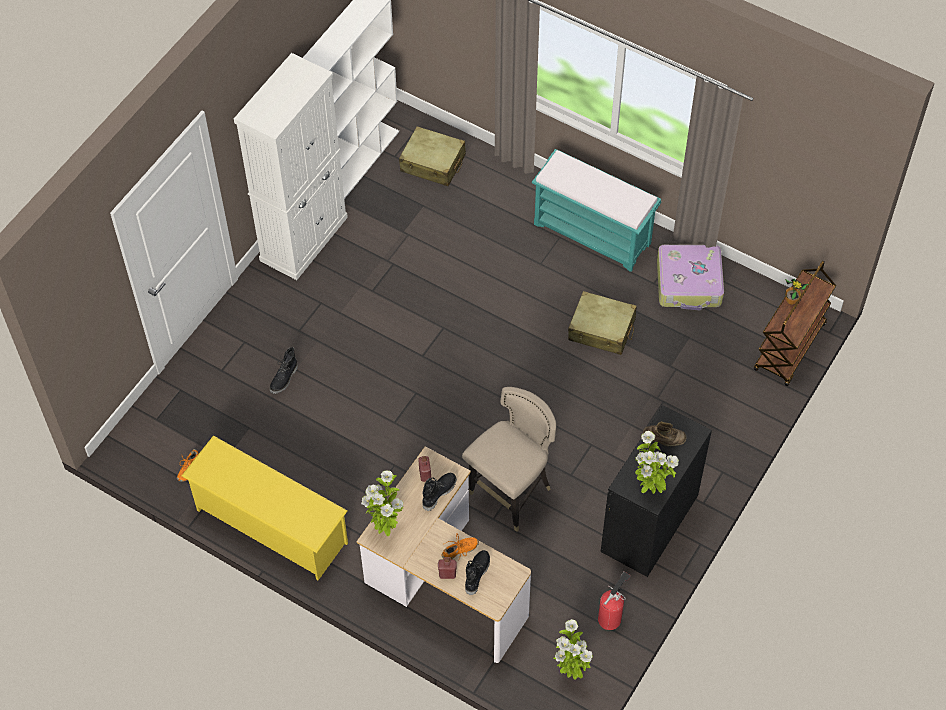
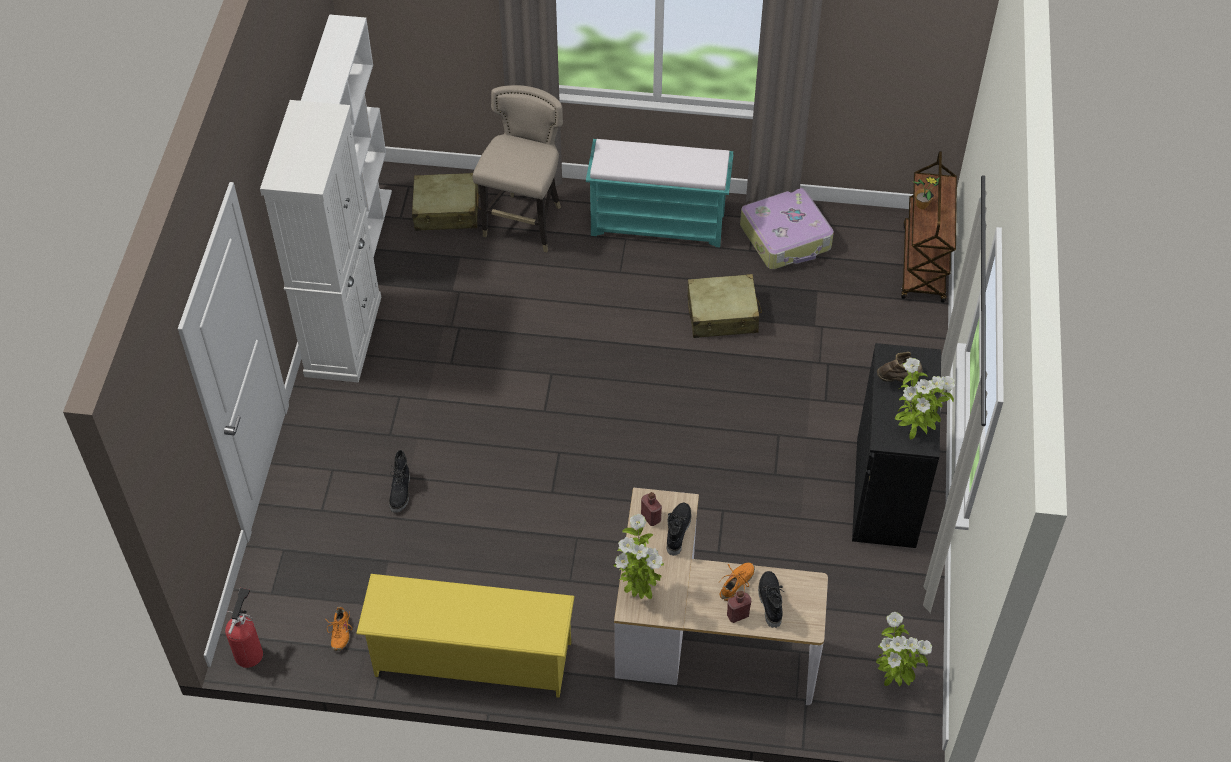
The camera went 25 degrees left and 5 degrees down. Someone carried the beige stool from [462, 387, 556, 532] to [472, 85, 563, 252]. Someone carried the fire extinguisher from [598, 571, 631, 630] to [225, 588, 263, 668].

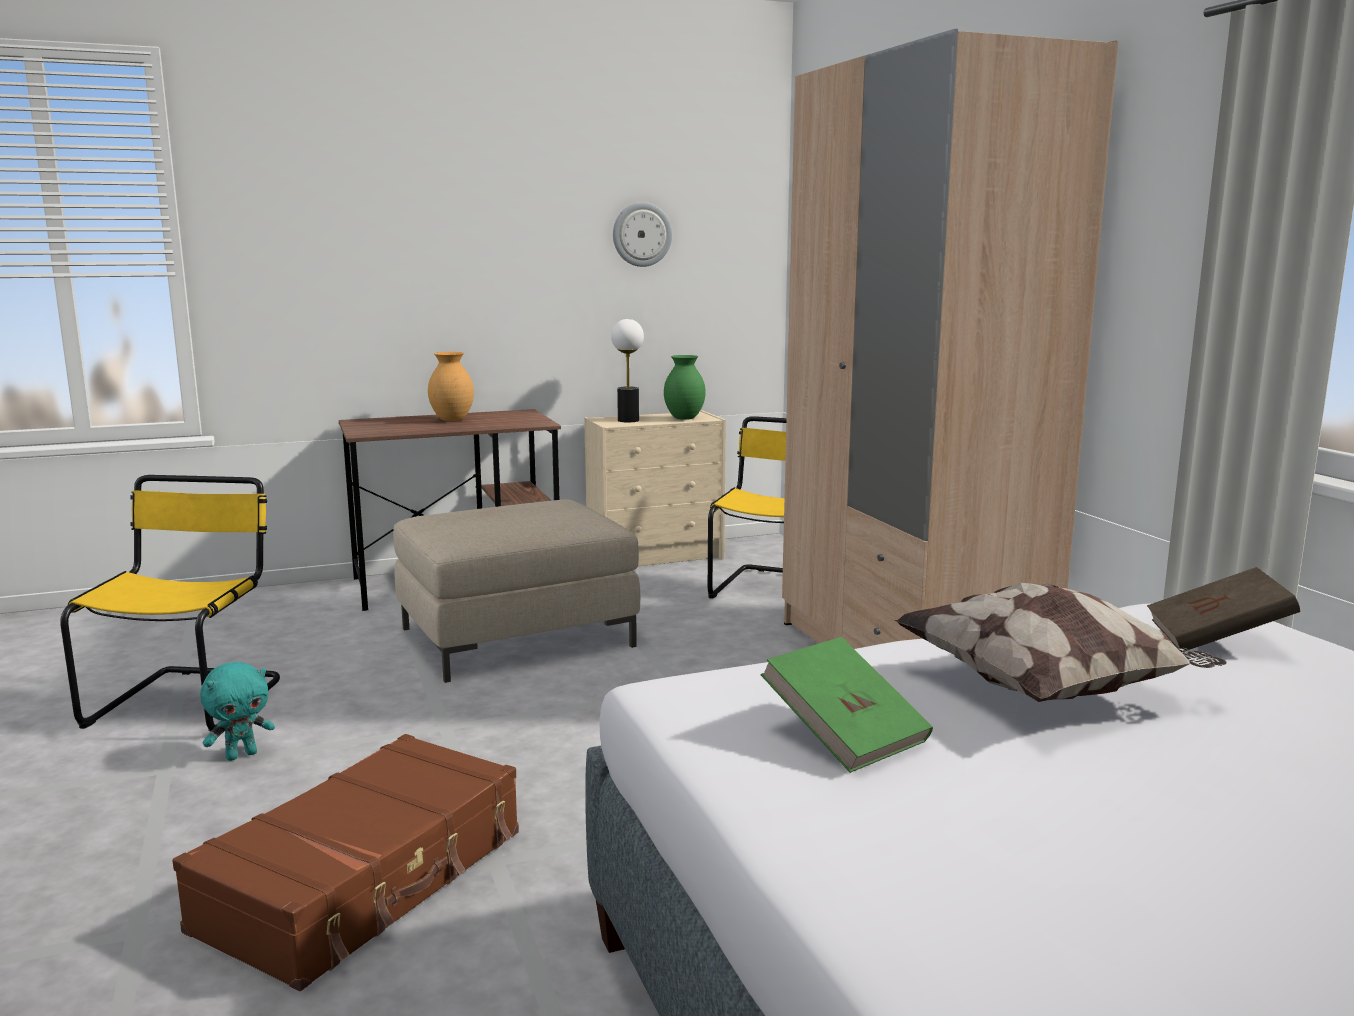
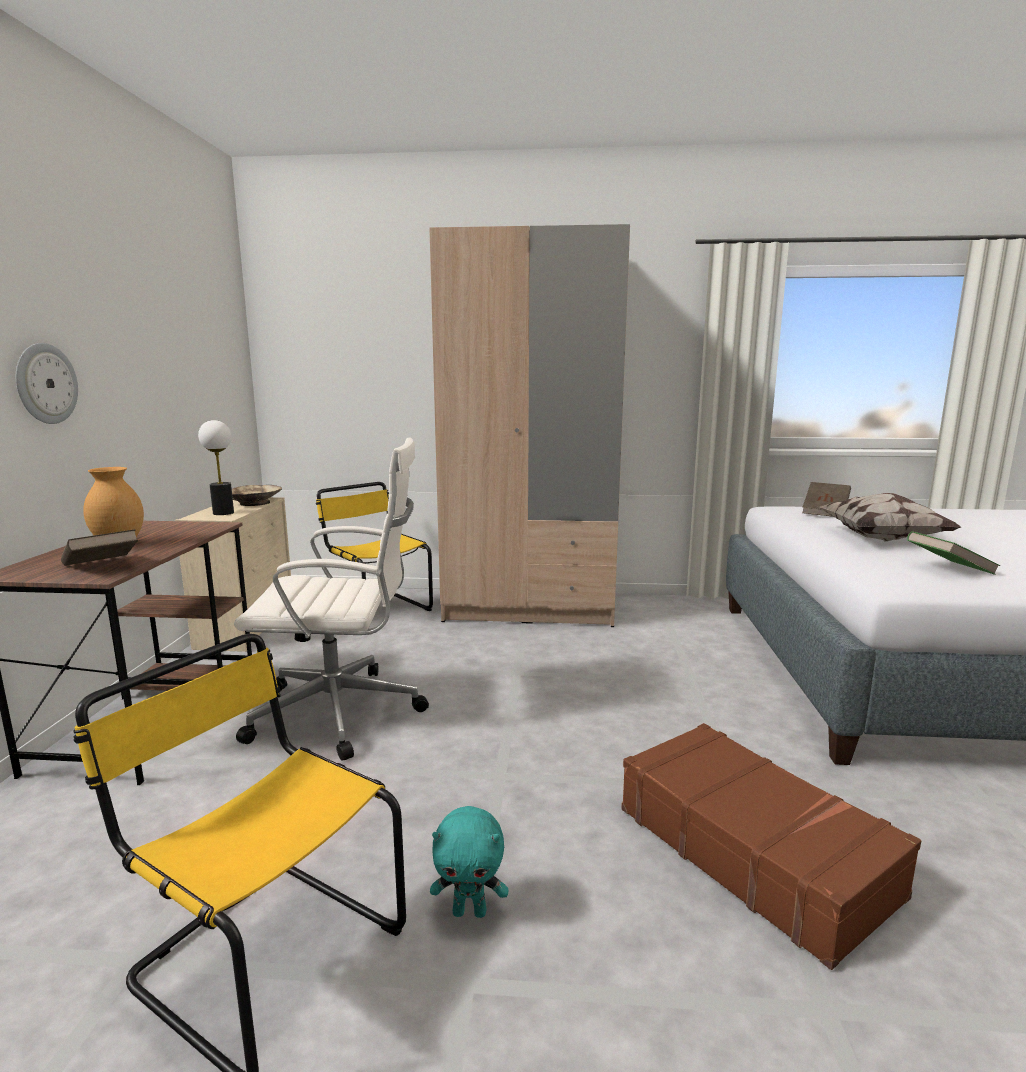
The camera went 65 degrees left and 0 degrees up. Someone carried the wall clock from [613, 202, 672, 267] to [16, 343, 78, 424]. Someone swapped the green vase at [664, 355, 706, 420] for the beige bowl at [232, 485, 282, 506]. Someone swapped the beige ottoman at [393, 500, 640, 683] for the white office chair at [234, 437, 429, 761]. Someone rotated the turquoise plush toy at [200, 662, 275, 761] by 105 degrees clockwise. Someone put down the brown book at [61, 529, 138, 566].

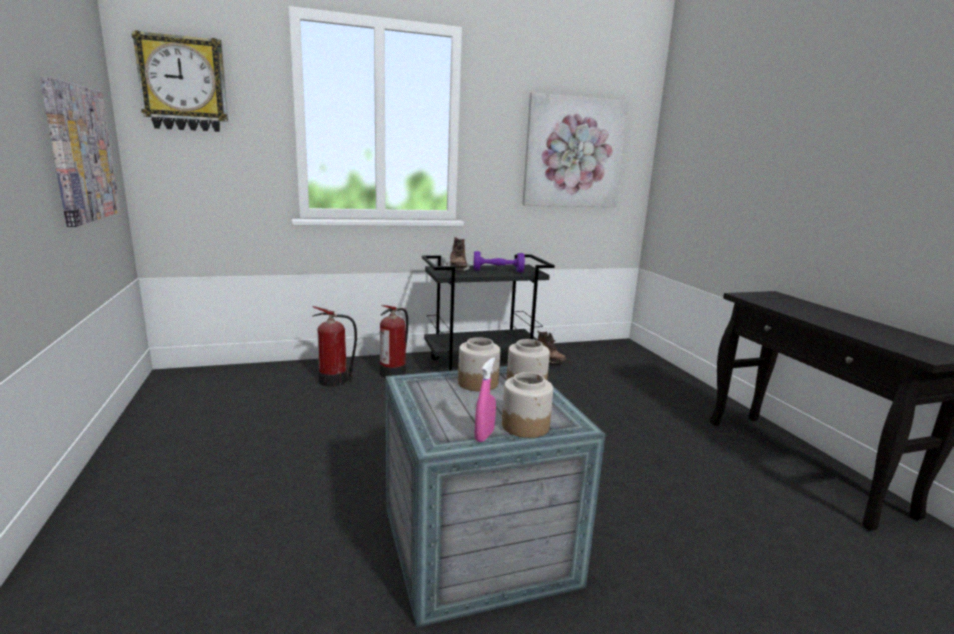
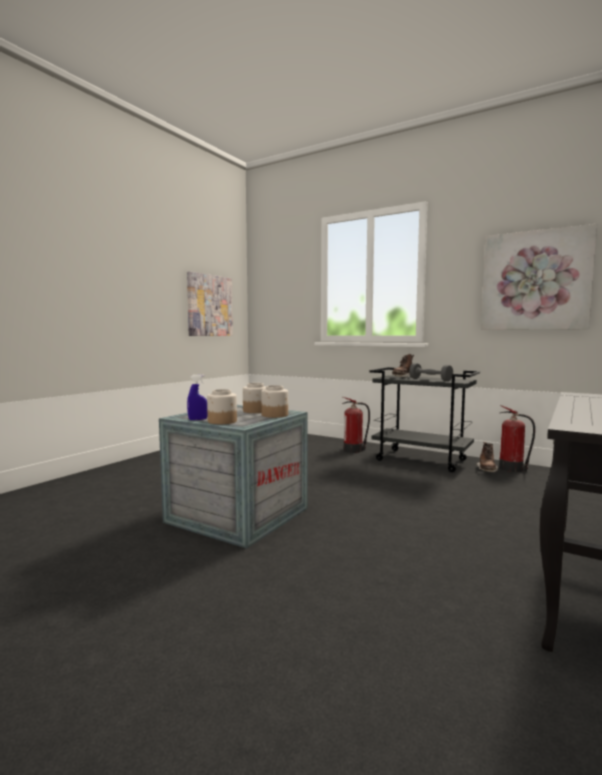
The camera went 50 degrees right and 10 degrees down. Someone took away the wall clock at [132, 30, 228, 132]. Someone repainted the purple dumbbell at [473, 251, 525, 272], which became the grey dumbbell at [409, 363, 453, 381]. Someone carried the fire extinguisher from [312, 306, 357, 387] to [499, 405, 535, 472]. Someone repainted the pink spray bottle at [475, 357, 496, 442], which became the blue spray bottle at [187, 374, 207, 420].

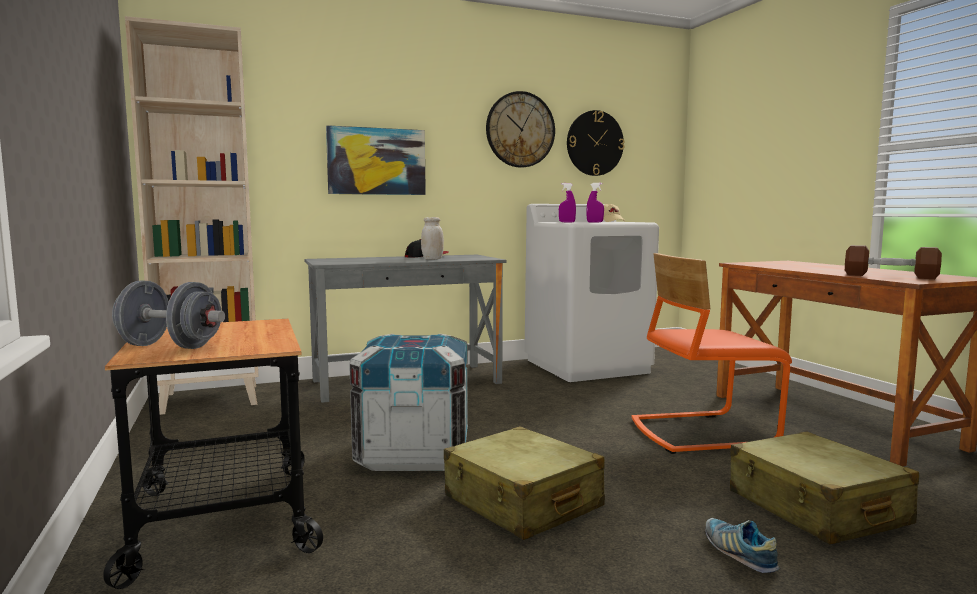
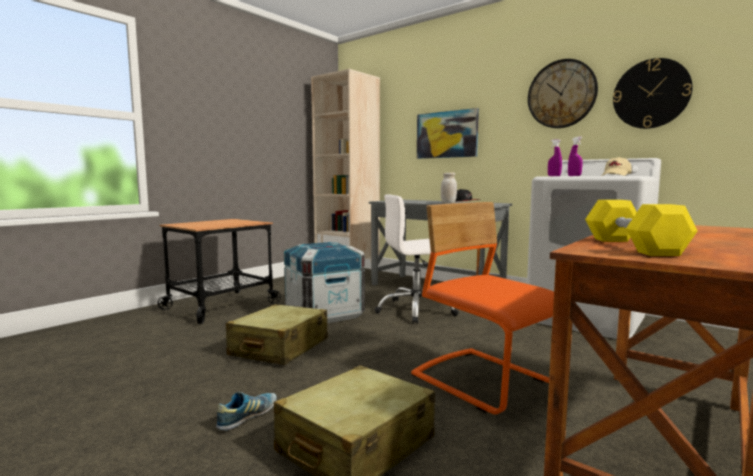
The camera went 60 degrees right and 0 degrees up. Someone repainted the brown dumbbell at [845, 245, 942, 279], which became the yellow dumbbell at [585, 200, 698, 256]. Someone took away the grey dumbbell at [112, 281, 225, 349]. Someone put down the white office chair at [374, 195, 459, 324].

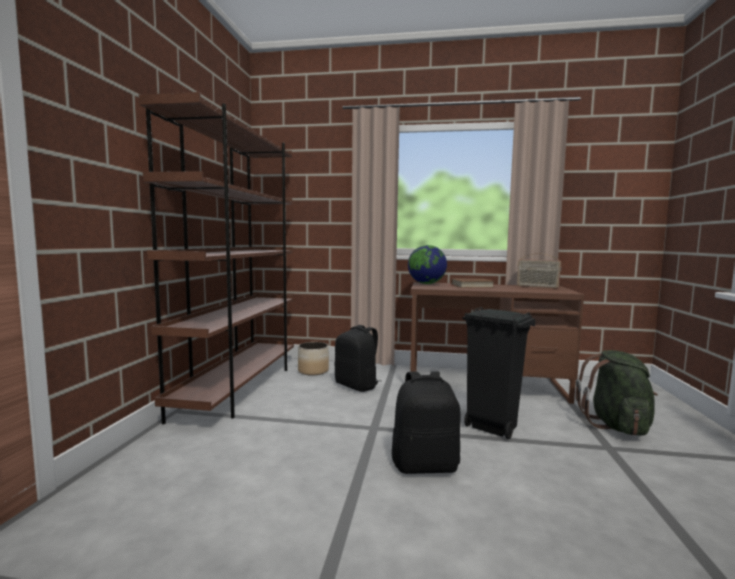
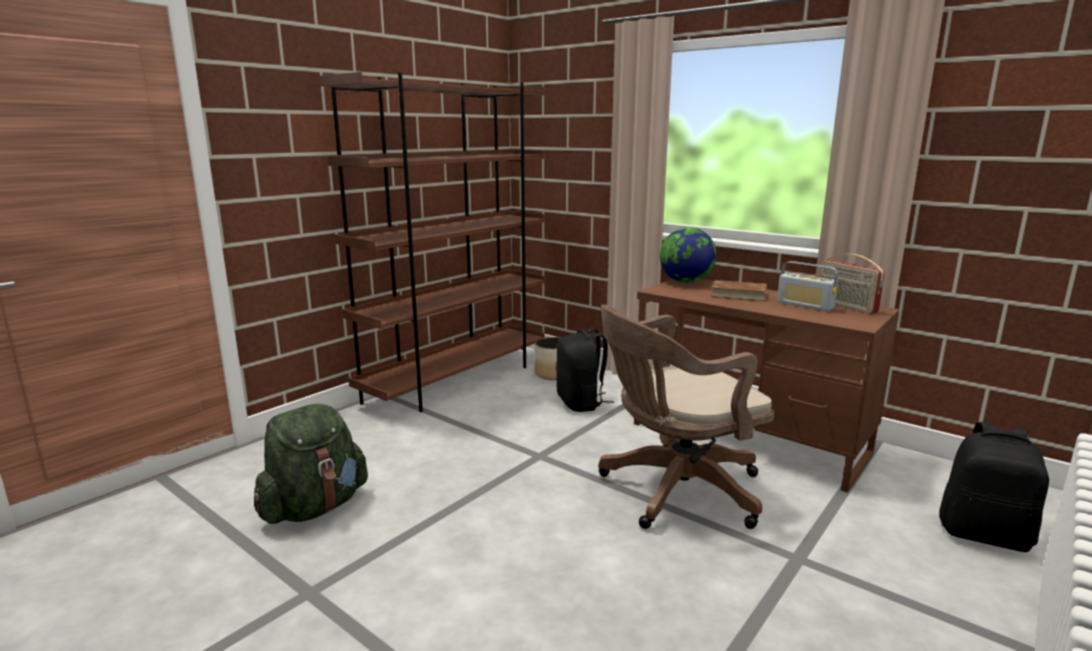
The camera went 30 degrees right and 10 degrees up. Someone swapped the black trash can at [462, 307, 536, 439] for the brown office chair at [599, 305, 774, 529]. Someone carried the green backpack from [576, 350, 658, 435] to [254, 403, 368, 524]. Someone carried the black backpack from [392, 371, 460, 474] to [939, 422, 1049, 552]. Someone put down the radio at [777, 261, 838, 312].

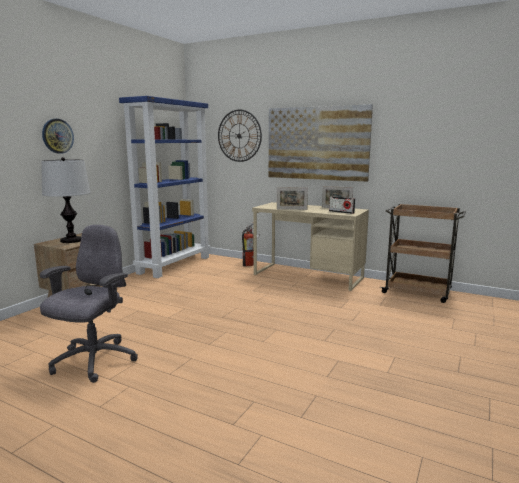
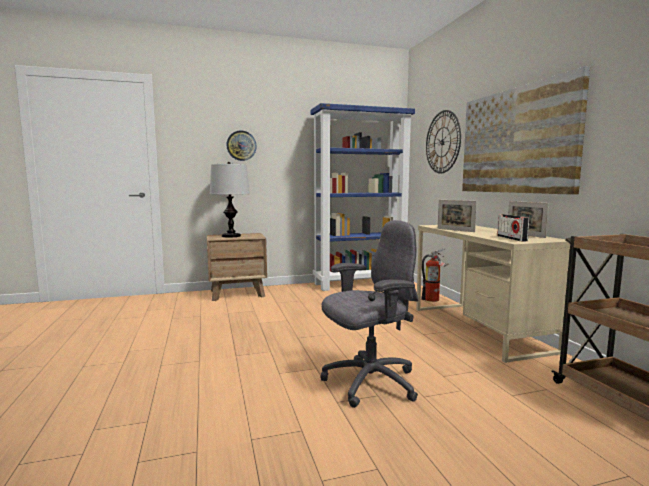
The camera went 45 degrees right and 5 degrees down. Someone carried the grey office chair from [40, 225, 138, 383] to [321, 220, 418, 408].

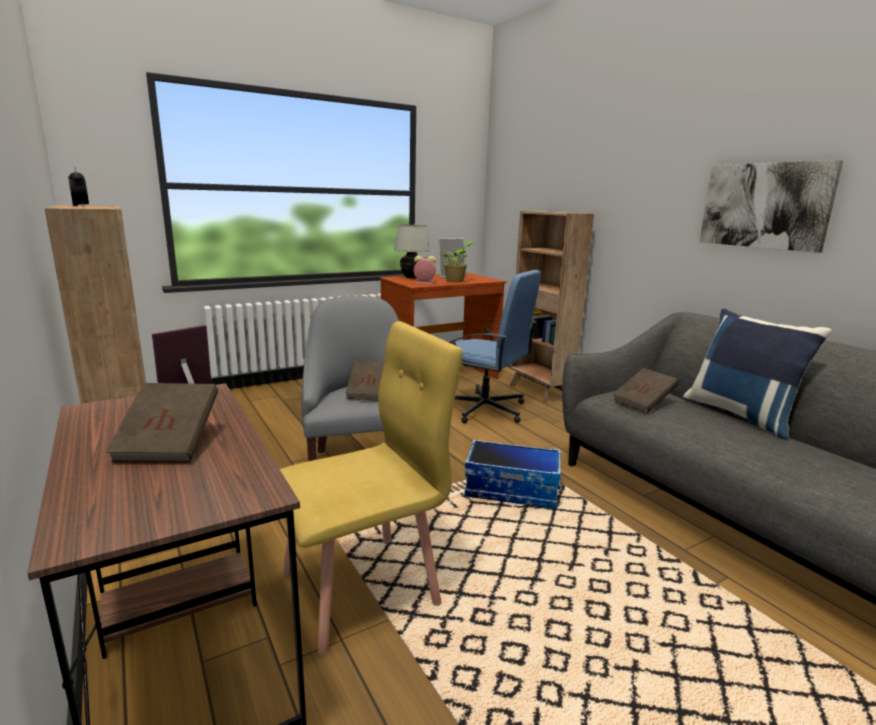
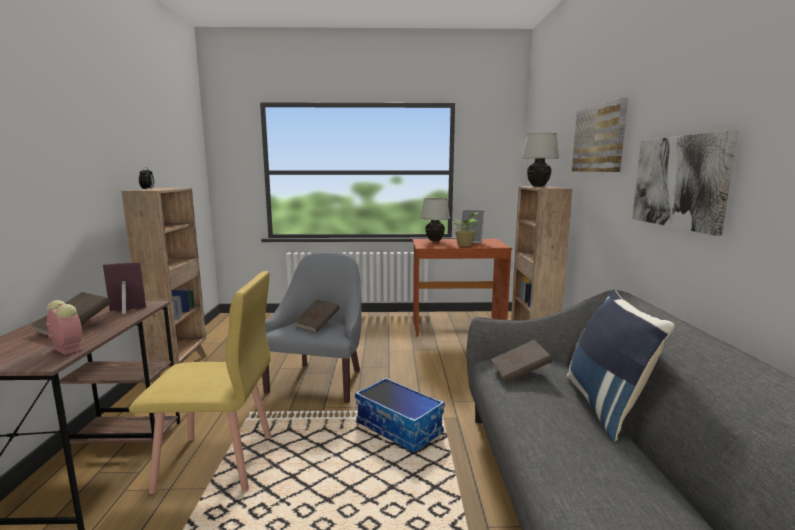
The camera went 30 degrees right and 5 degrees down. Someone carried the alarm clock from [414, 255, 436, 284] to [46, 300, 82, 355]. Someone took away the blue office chair at [449, 270, 541, 424]. Someone put up the picture at [572, 98, 628, 172]. Someone put down the white table lamp at [521, 133, 559, 187].

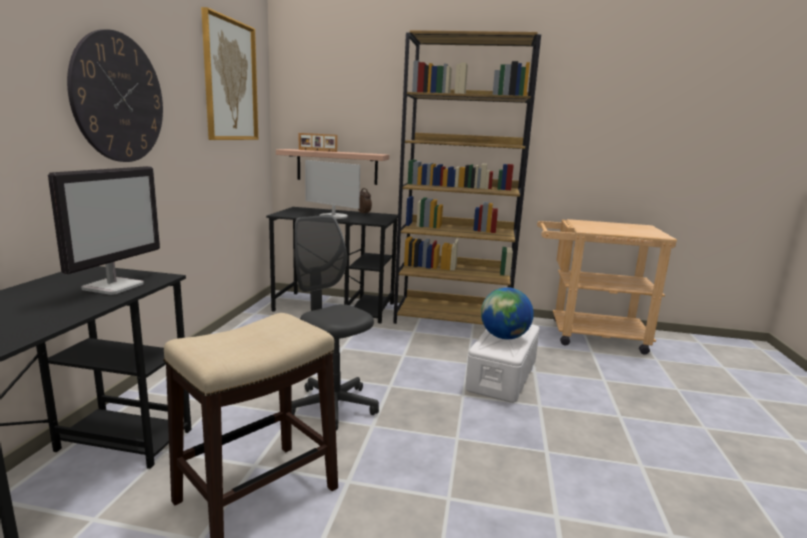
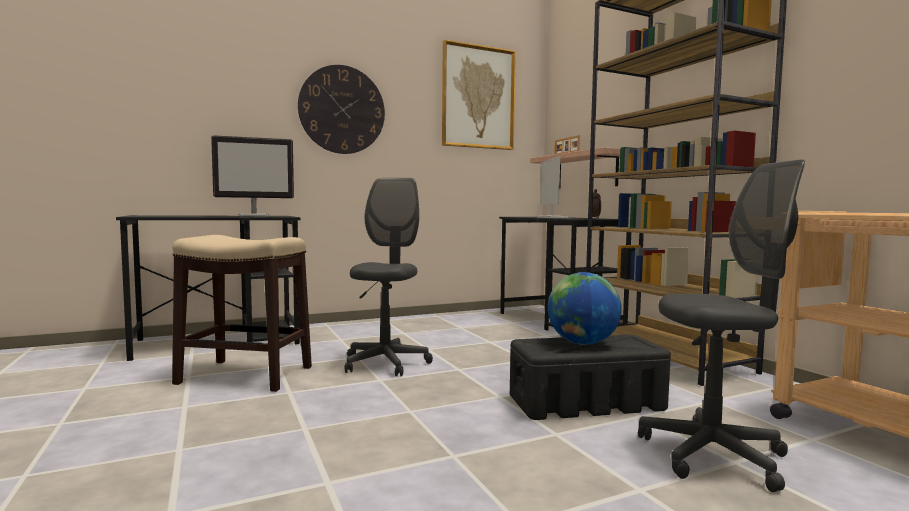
The camera went 55 degrees right and 10 degrees down. Someone repainted the white storage box at [465, 324, 540, 403], which became the black storage box at [510, 335, 671, 420]. Someone put down the grey office chair at [638, 159, 805, 492].

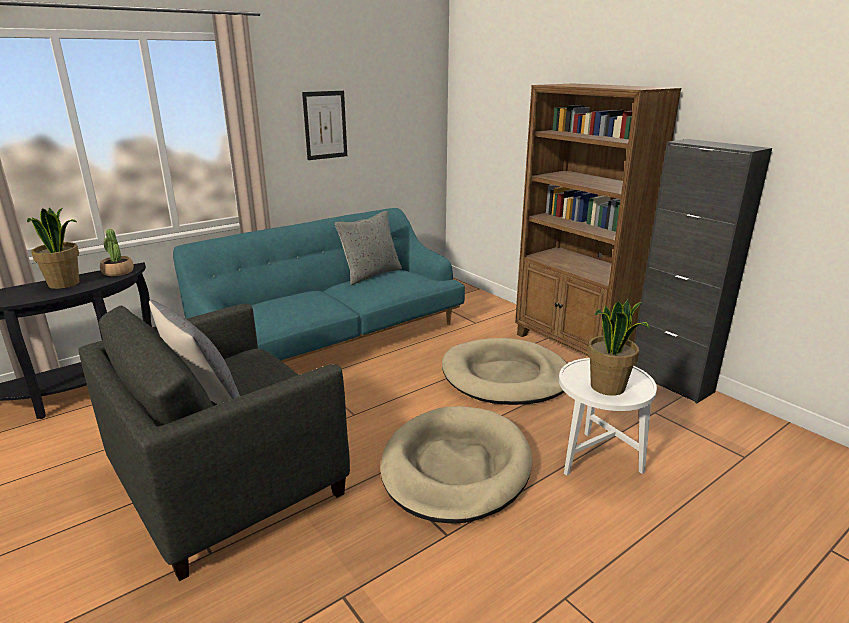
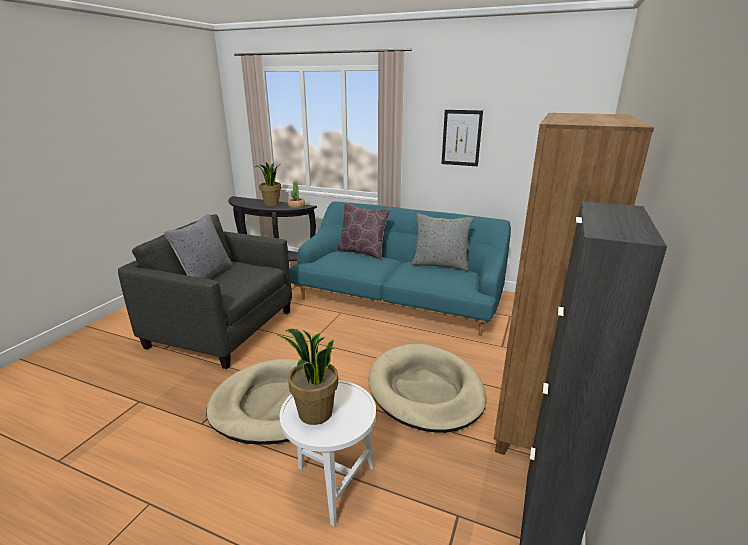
The camera went 60 degrees right and 0 degrees up. Someone put down the brown pillow at [337, 203, 390, 259].

